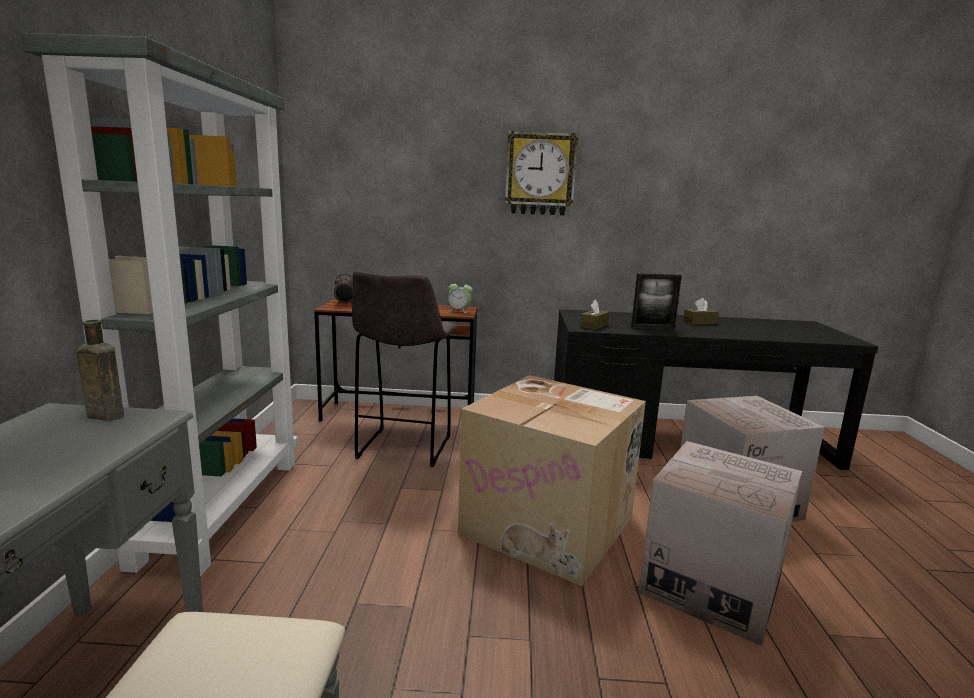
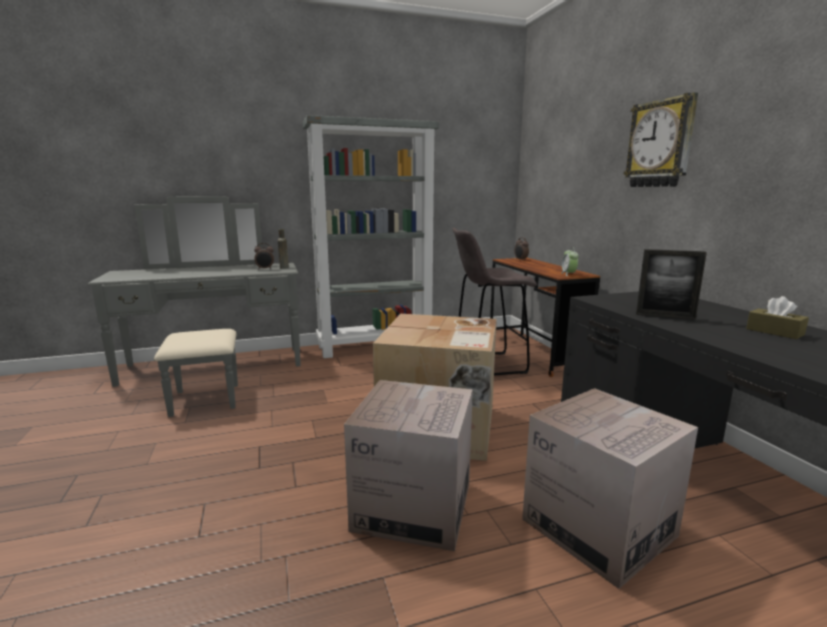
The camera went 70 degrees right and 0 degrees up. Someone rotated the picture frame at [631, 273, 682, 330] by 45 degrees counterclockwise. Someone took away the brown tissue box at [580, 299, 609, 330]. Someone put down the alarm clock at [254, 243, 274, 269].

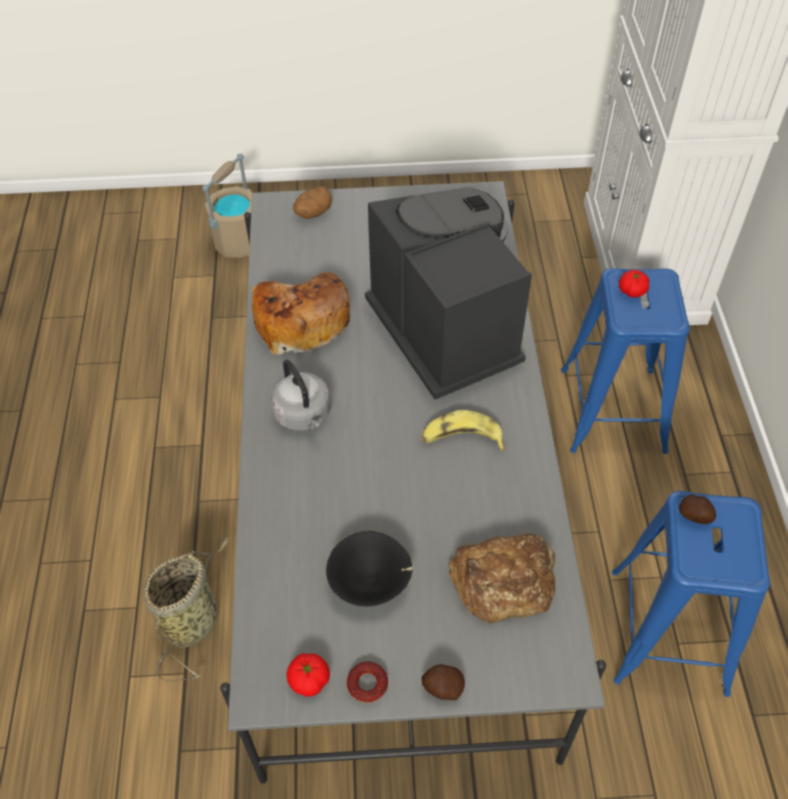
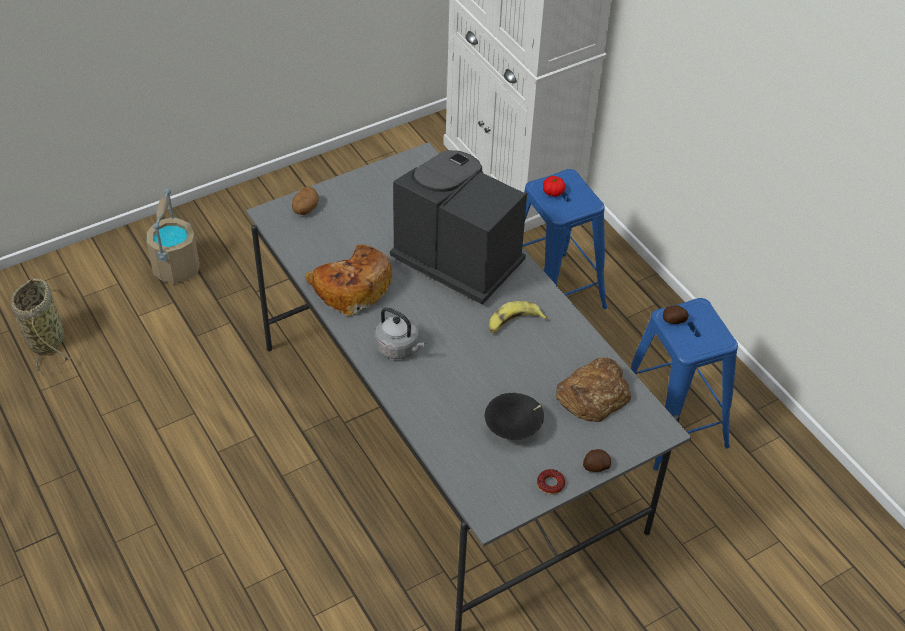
The camera went 30 degrees left and 5 degrees down. Someone carried the basket from [144, 538, 229, 681] to [10, 277, 72, 373]. Someone took away the tomato at [286, 653, 330, 697].

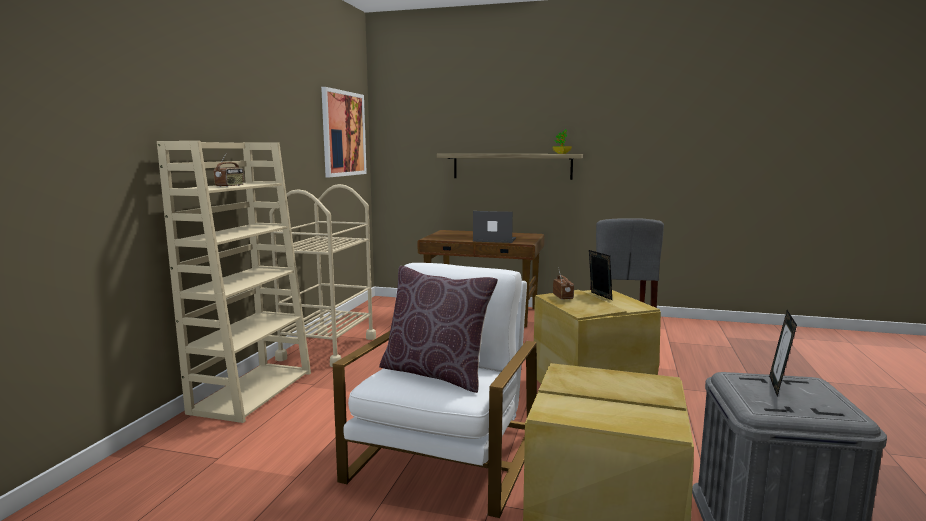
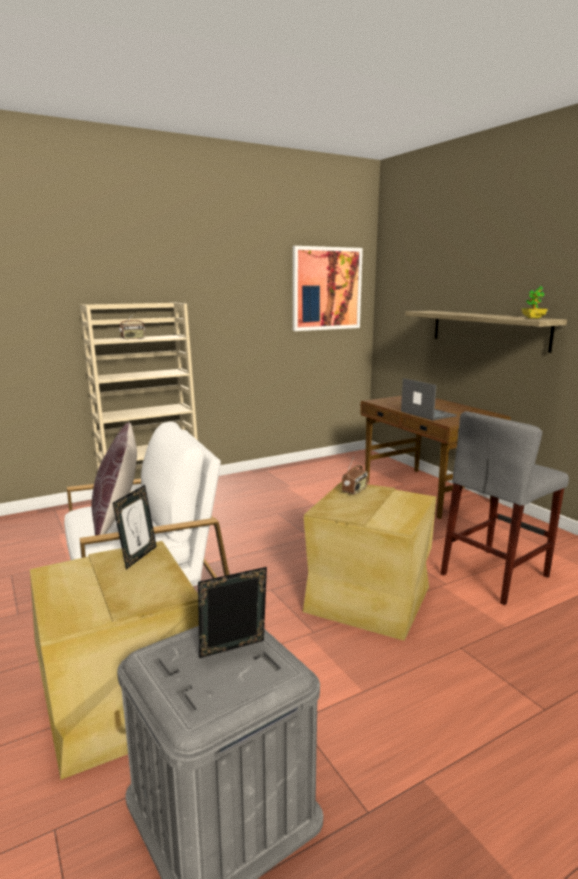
The camera went 45 degrees right and 5 degrees up. Someone took away the beige cart at [269, 184, 376, 367]. Someone carried the picture frame from [589, 250, 612, 300] to [113, 485, 157, 569].

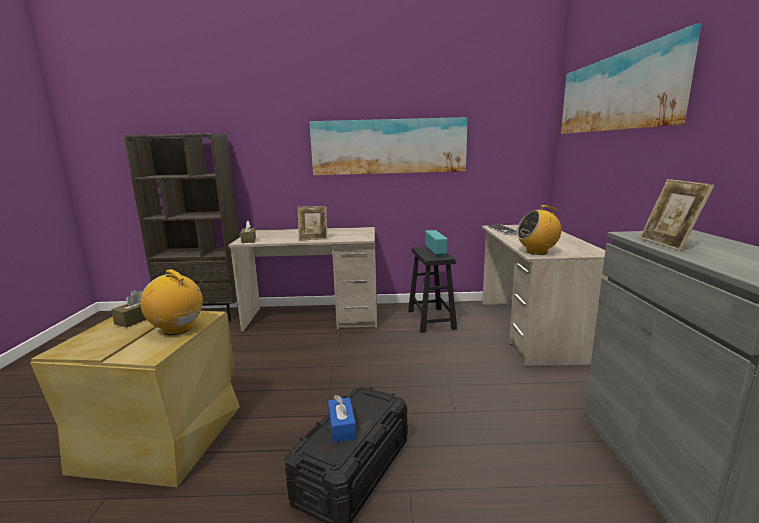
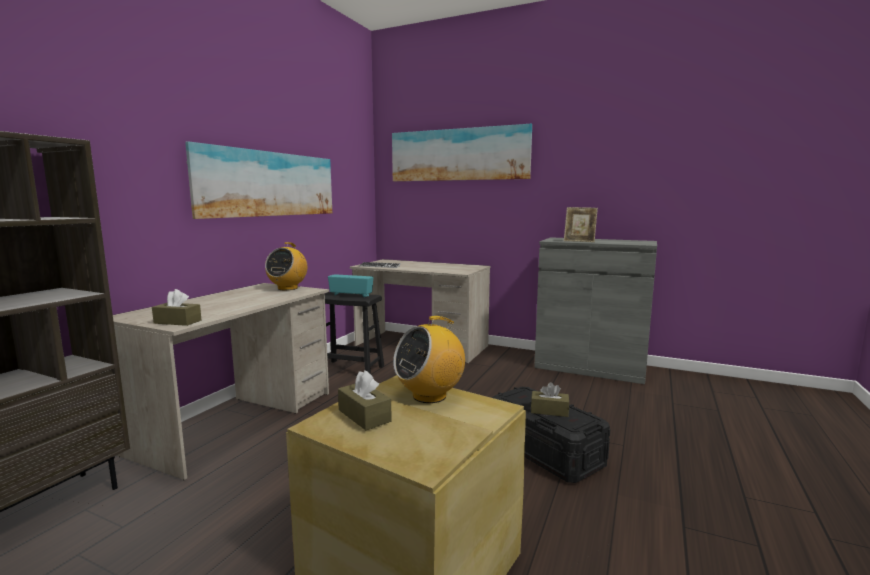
The camera went 65 degrees left and 5 degrees down. Someone carried the radio from [517, 205, 561, 255] to [265, 242, 307, 290]. Someone took away the picture frame at [298, 206, 327, 240]. Someone repainted the blue tissue box at [328, 395, 356, 443], which became the brown tissue box at [531, 382, 569, 417].

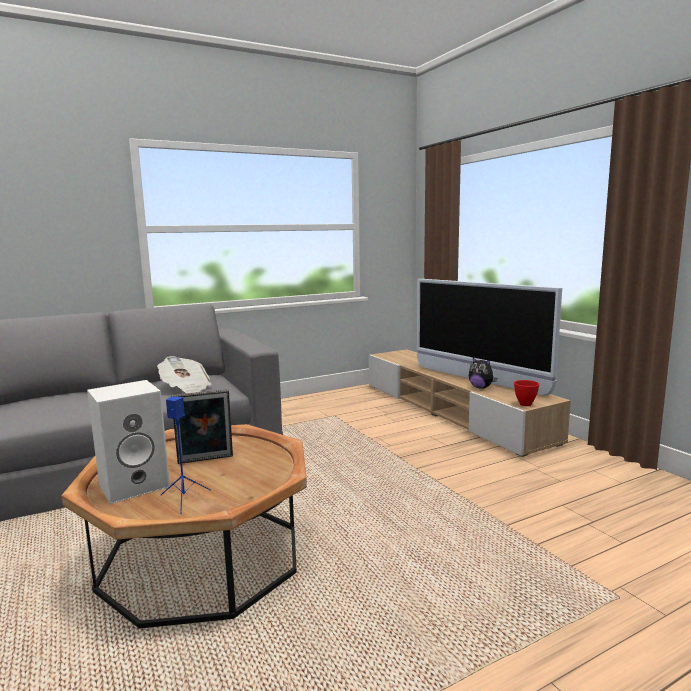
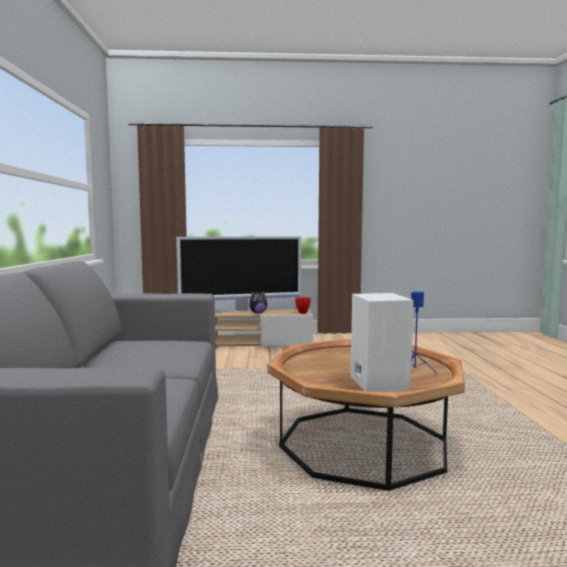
The camera went 65 degrees left and 5 degrees down. Someone took away the newspaper at [157, 356, 212, 393]. Someone took away the picture frame at [171, 389, 233, 464].

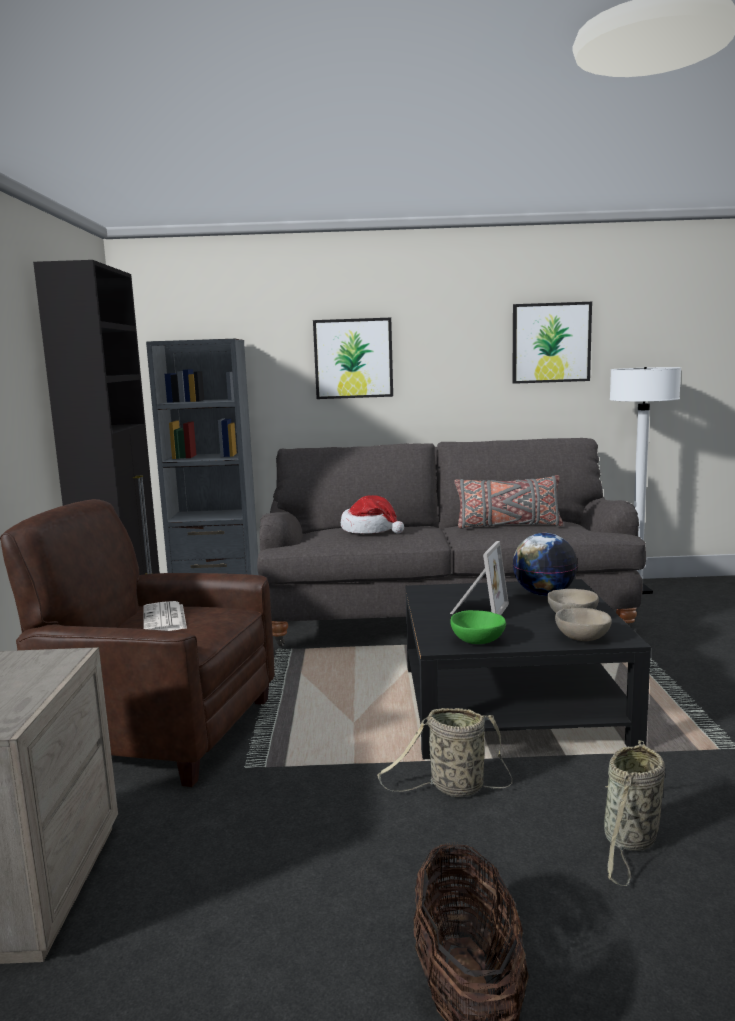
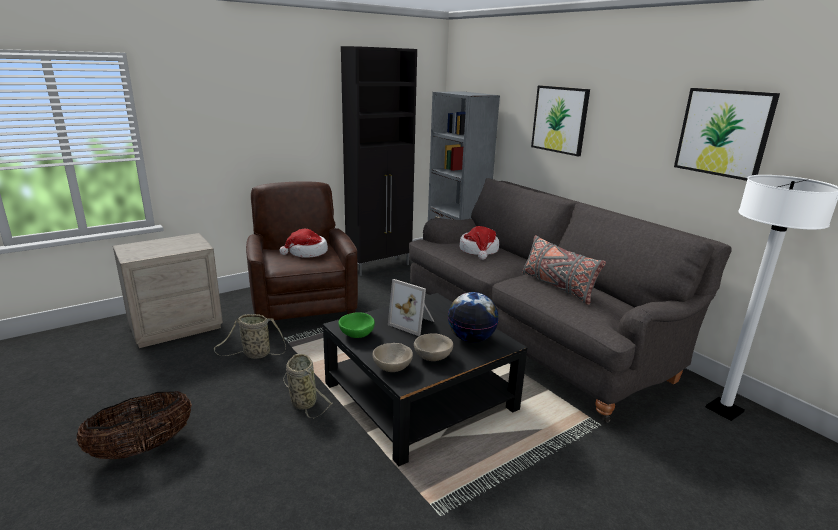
The camera went 55 degrees right and 10 degrees up. Someone rotated the picture frame at [450, 541, 509, 615] by 45 degrees clockwise. Someone swapped the newspaper at [143, 601, 187, 631] for the hat at [280, 229, 328, 258]. Someone carried the basket from [604, 740, 665, 886] to [214, 314, 286, 359].

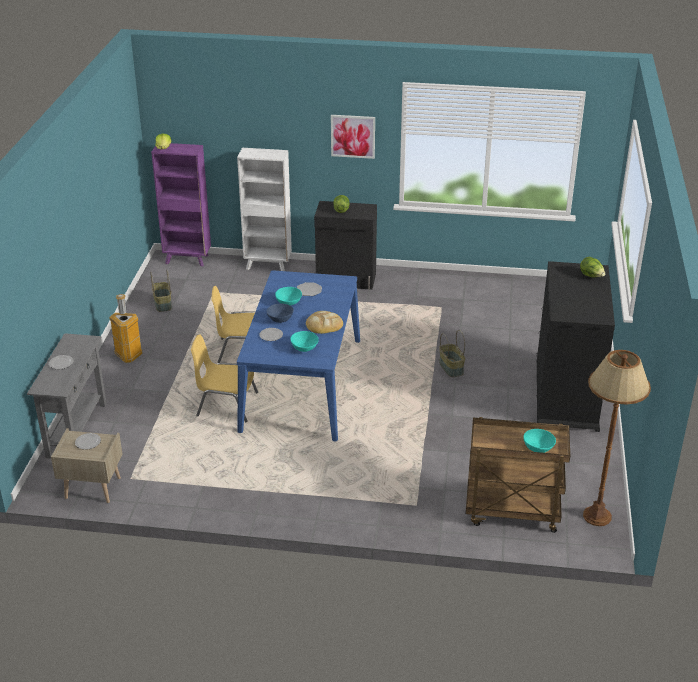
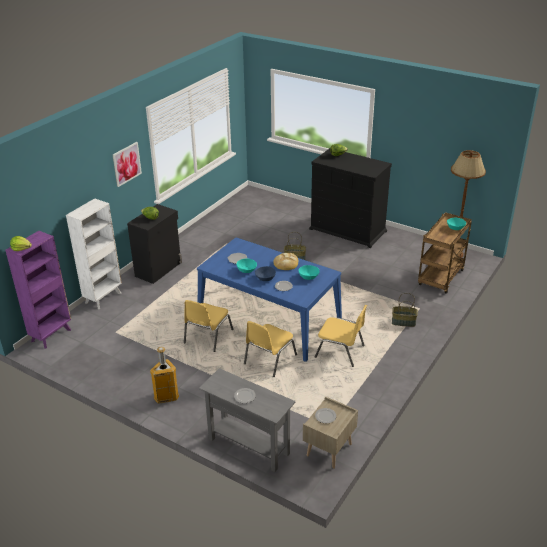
The camera went 65 degrees left and 0 degrees up. Someone carried the basket from [150, 270, 172, 312] to [392, 293, 418, 327]. Someone put down the yellow chair at [315, 305, 367, 367].

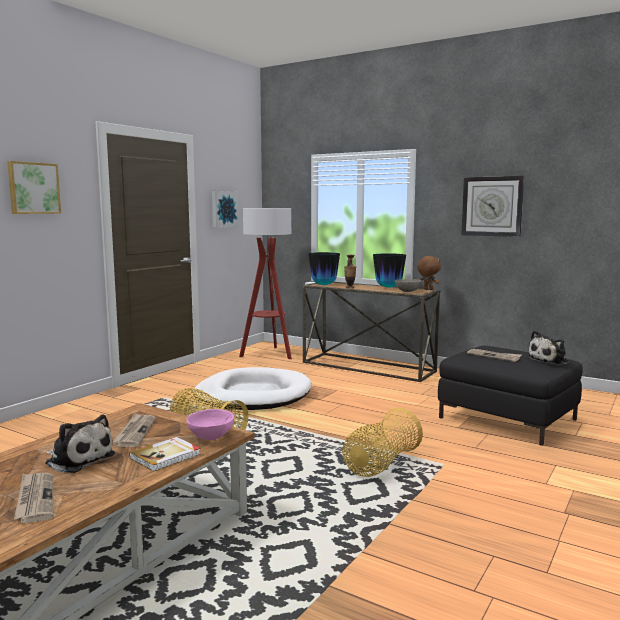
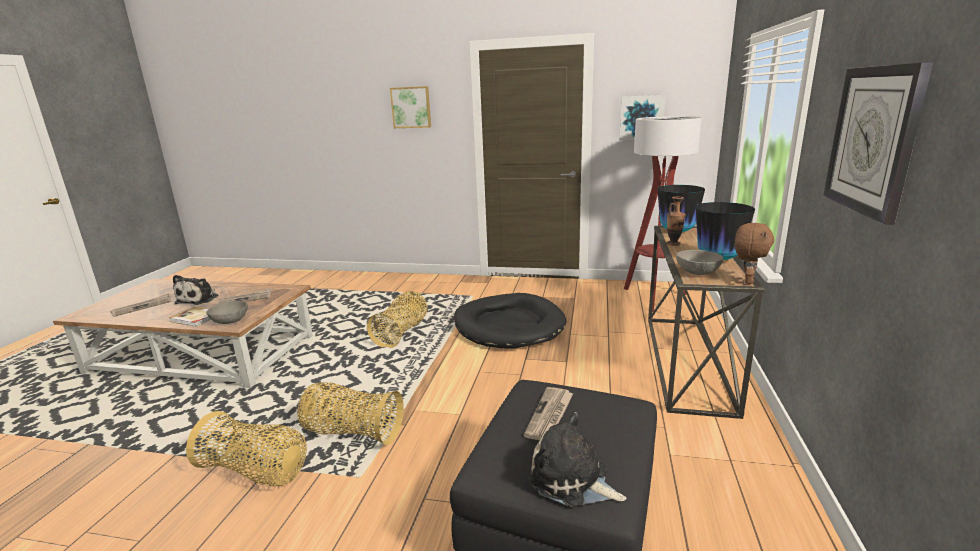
The camera went 70 degrees right and 10 degrees up. Someone repainted the white dog bed at [194, 367, 311, 410], which became the black dog bed at [454, 293, 567, 348]. Someone repainted the pink bowl at [186, 409, 234, 440], which became the grey bowl at [207, 301, 248, 324]. Someone put down the basket at [186, 411, 307, 486].

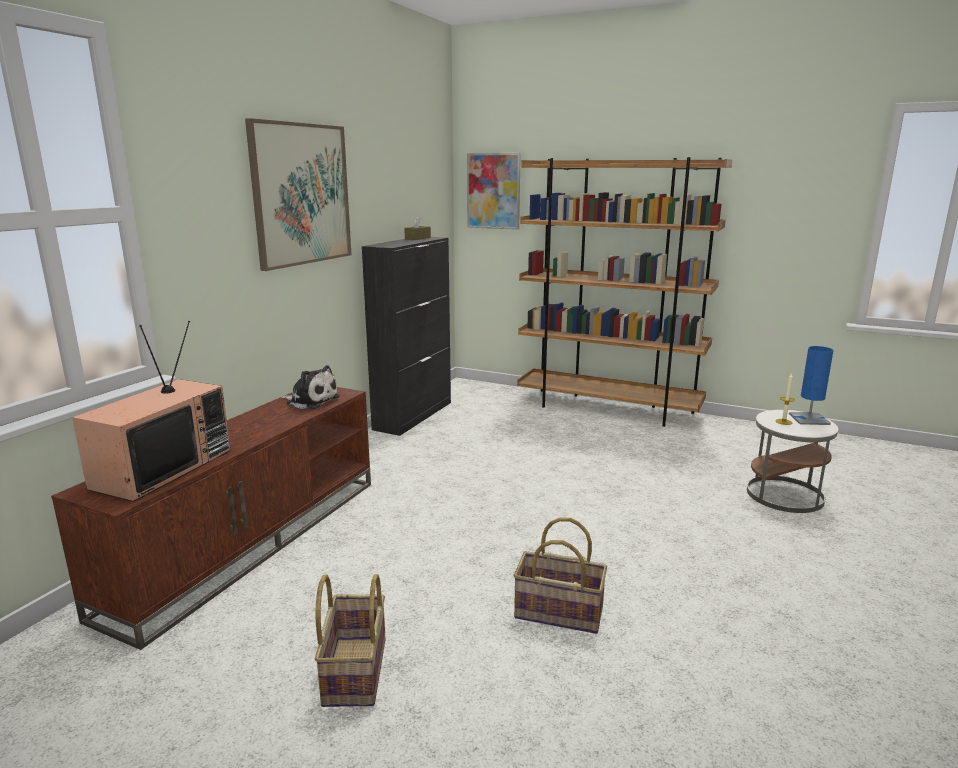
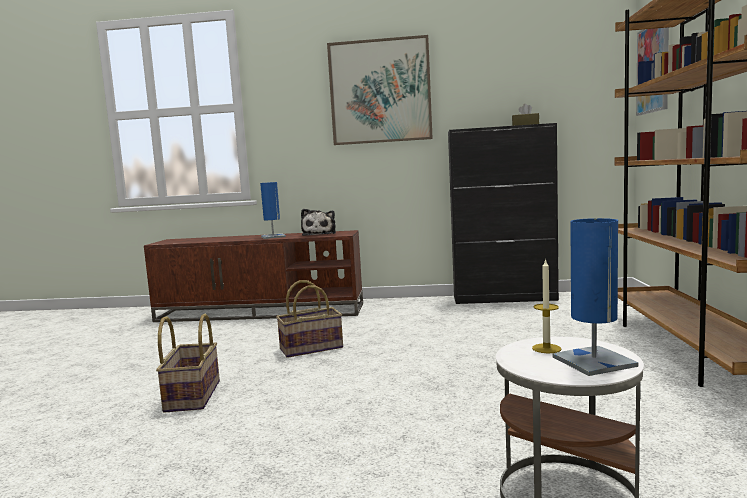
The camera went 70 degrees right and 10 degrees down. Someone took away the television at [72, 321, 230, 502]. Someone carried the basket from [315, 574, 385, 707] to [276, 280, 343, 358]. Someone put down the blue table lamp at [260, 182, 286, 239].

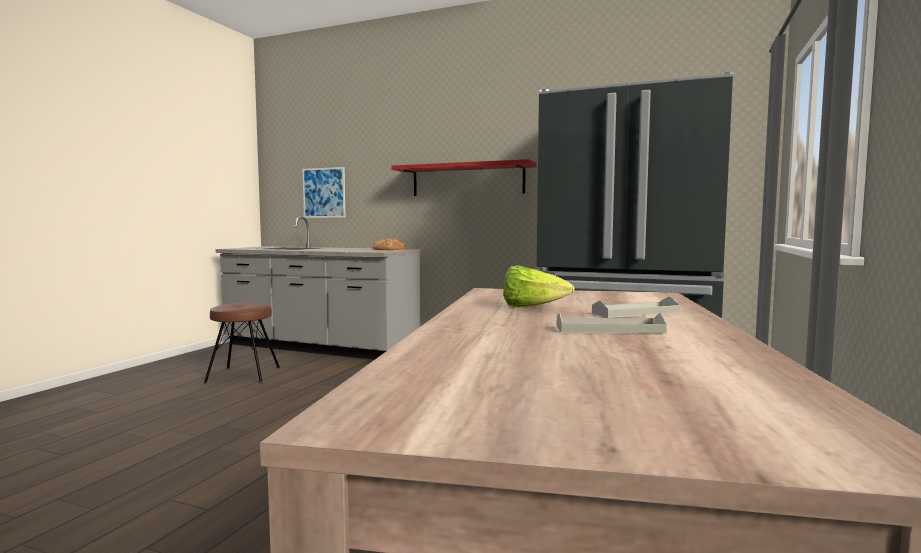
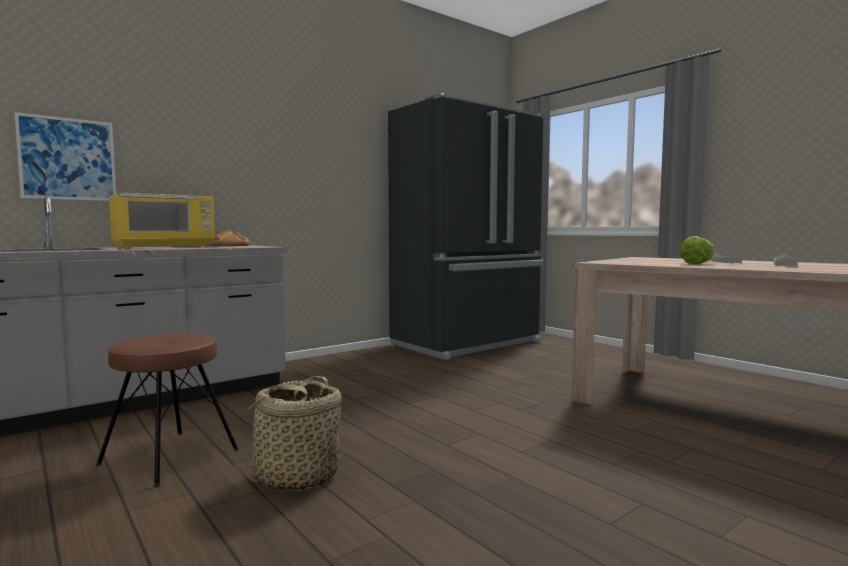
The camera went 60 degrees left and 0 degrees up. Someone took away the red shelf at [391, 159, 537, 196]. Someone put down the yellow microwave at [109, 193, 215, 249]. Someone put down the basket at [231, 376, 347, 491].

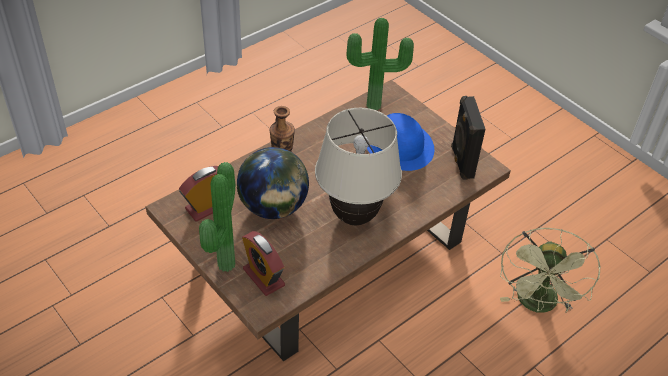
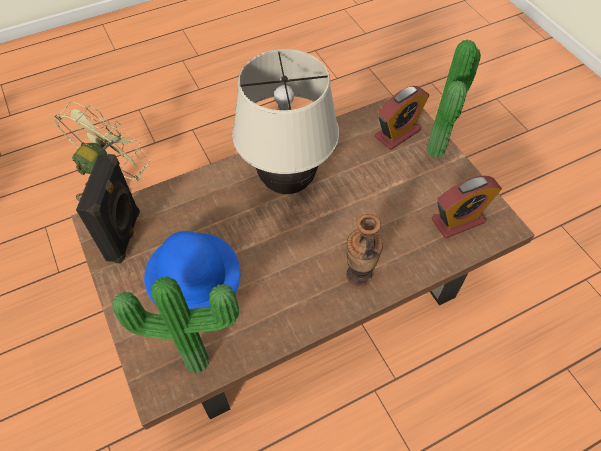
The camera went 165 degrees left and 10 degrees up. Someone took away the globe at [237, 147, 309, 219]. Someone rotated the alarm clock at [242, 231, 285, 296] by 75 degrees clockwise.

